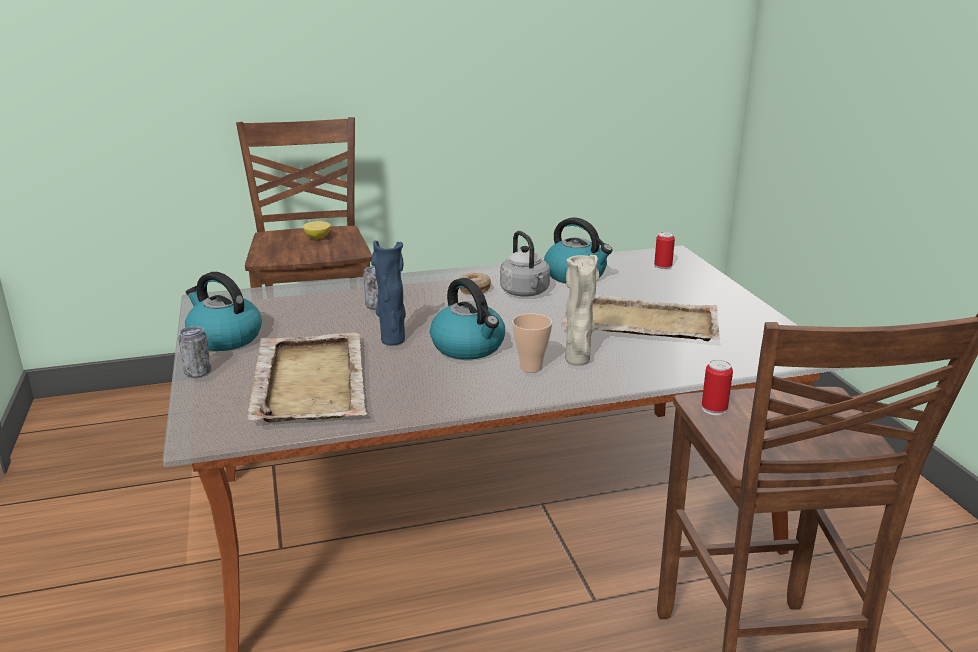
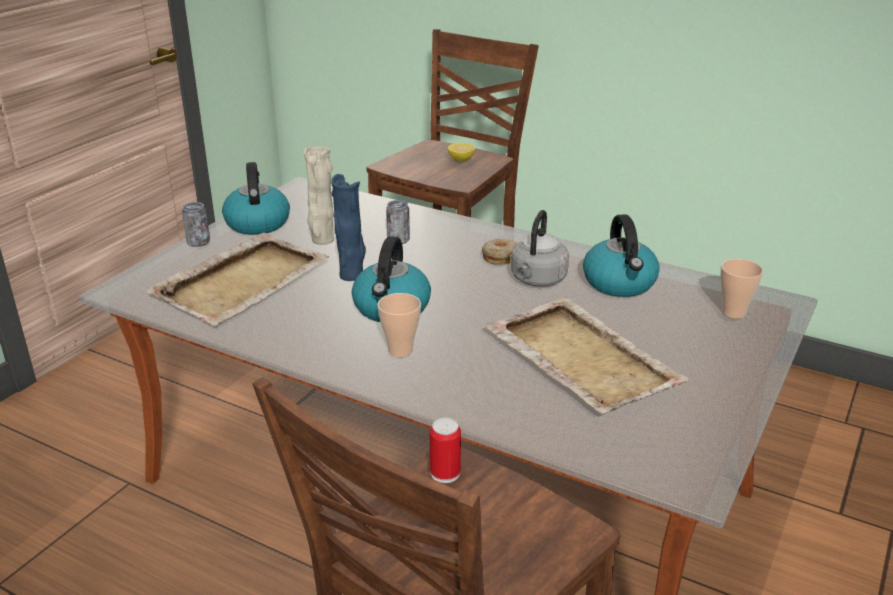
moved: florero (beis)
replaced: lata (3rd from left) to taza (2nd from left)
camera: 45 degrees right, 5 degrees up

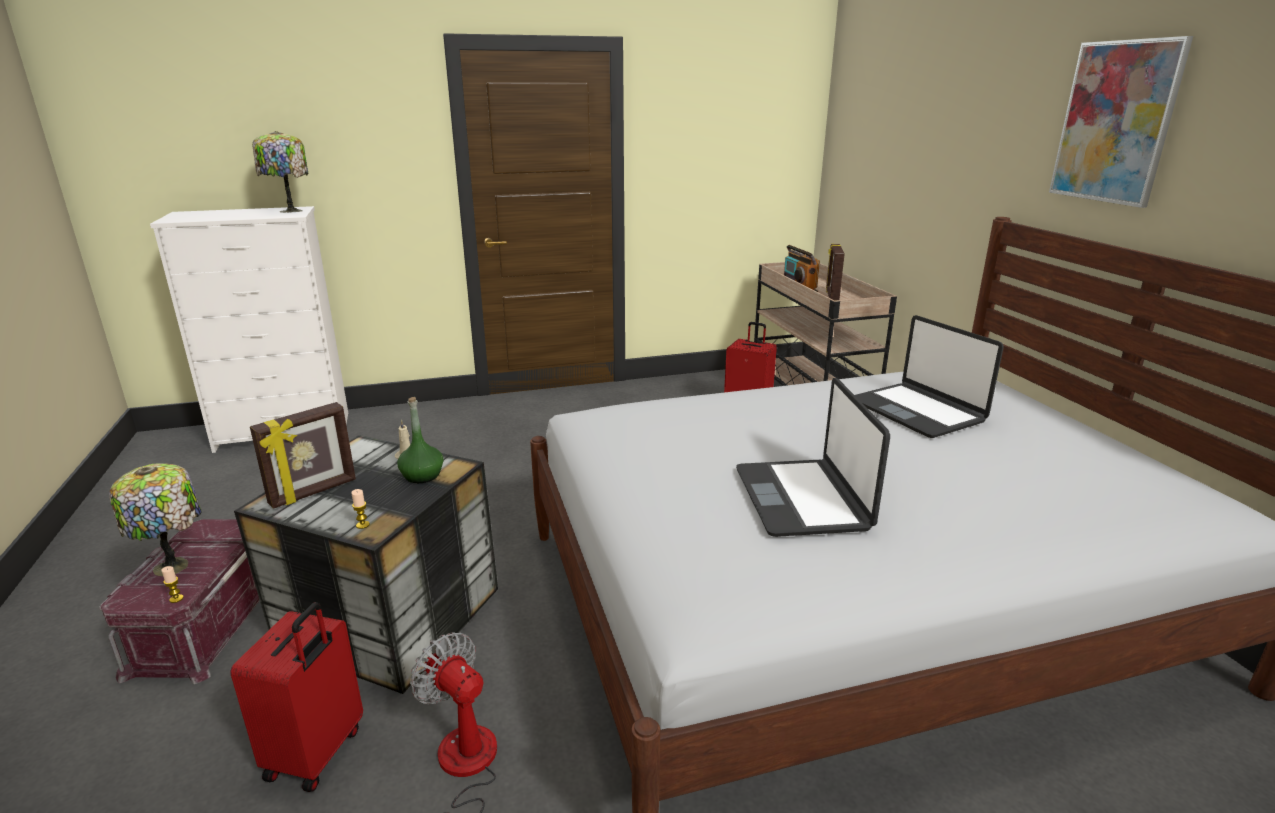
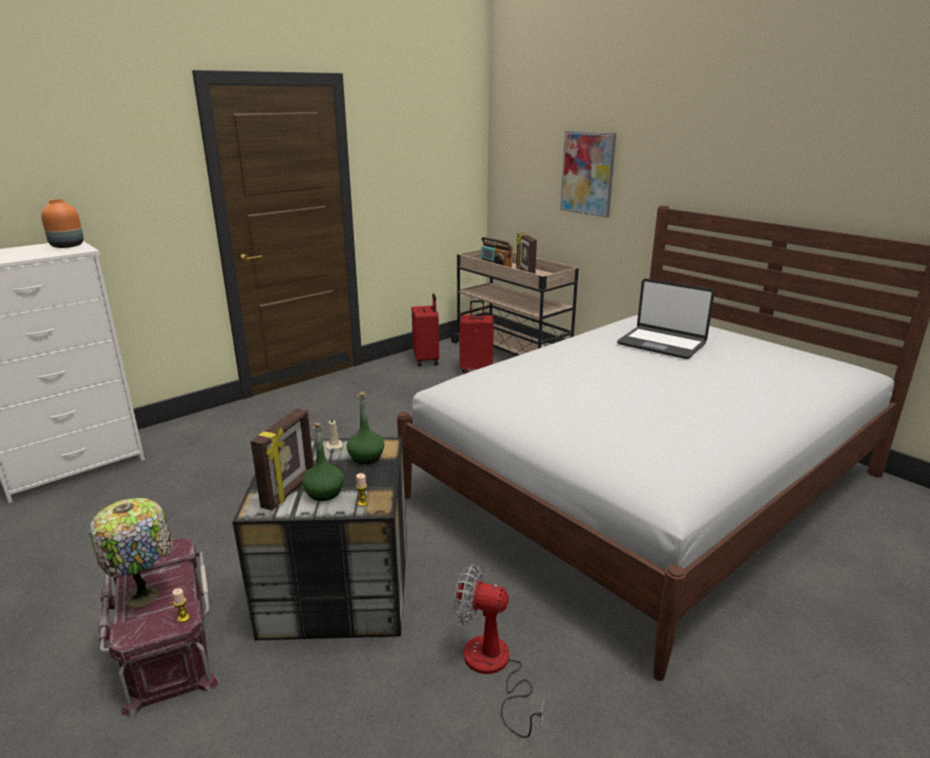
removed: portátil (1st from left)
added: botella (verde) (1st from left)
moved: maleta (rojo) (1st from left); cuadro
replaced: lámpara de mesa (2nd from left) to florero (naranja)
camera: 25 degrees left, 0 degrees up

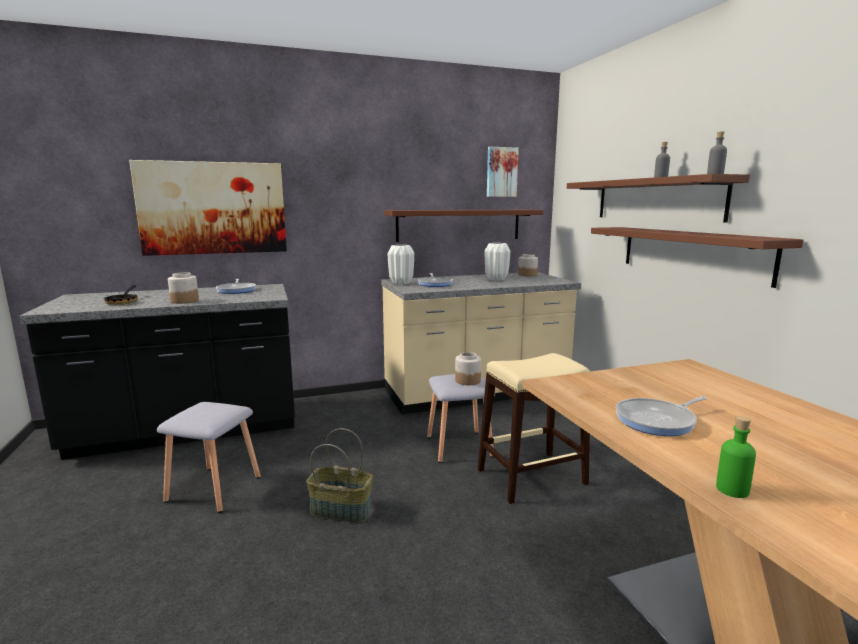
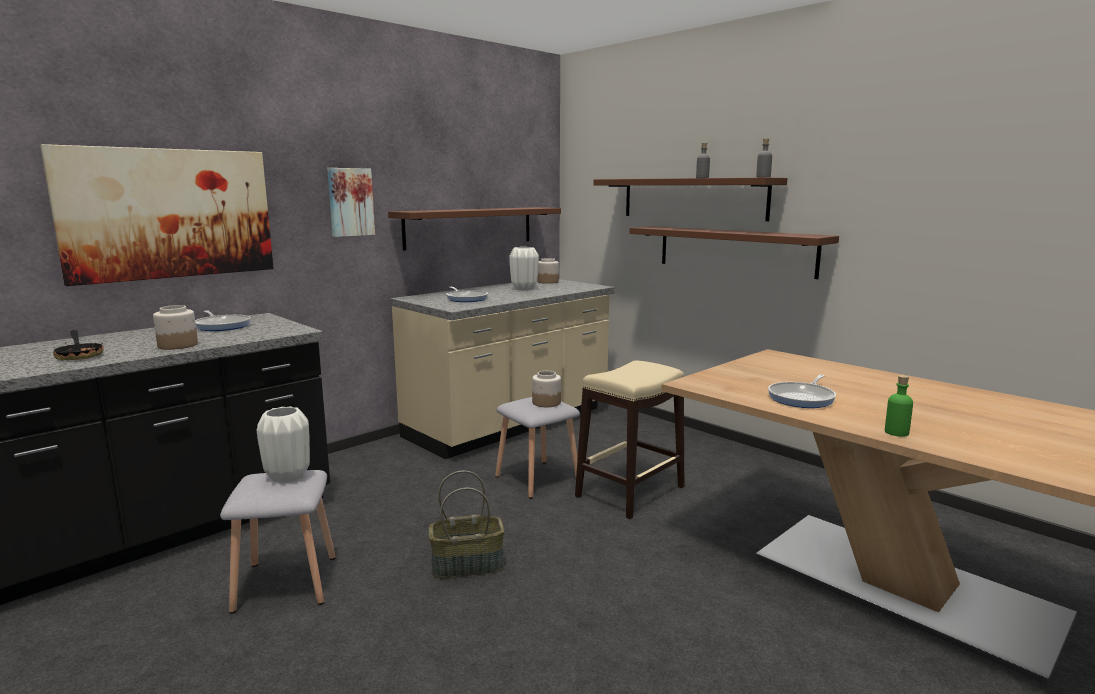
moved: florero (blanco) (1st from left); cuadro (2nd from left)
camera: 25 degrees left, 0 degrees up

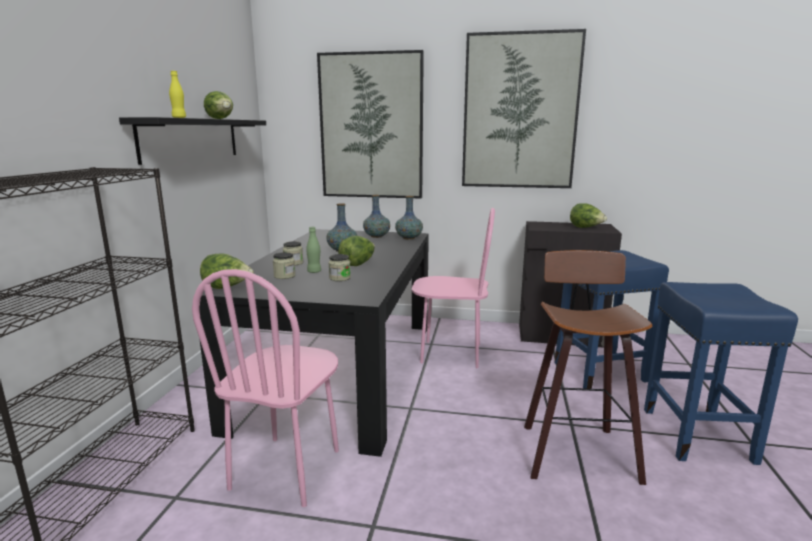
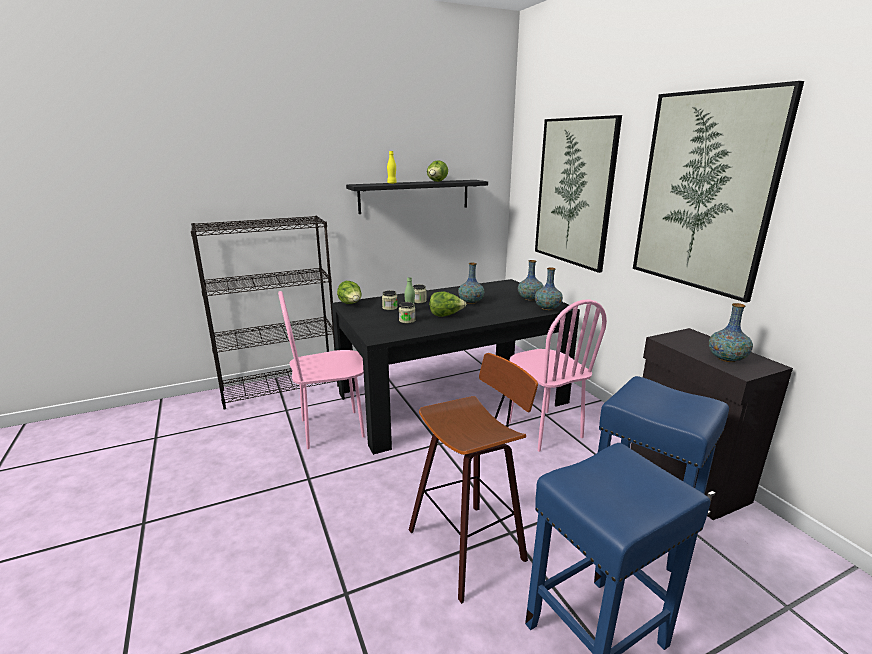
replaced: lechuga (4th from left) to florero (4th from left)
camera: 55 degrees right, 5 degrees up

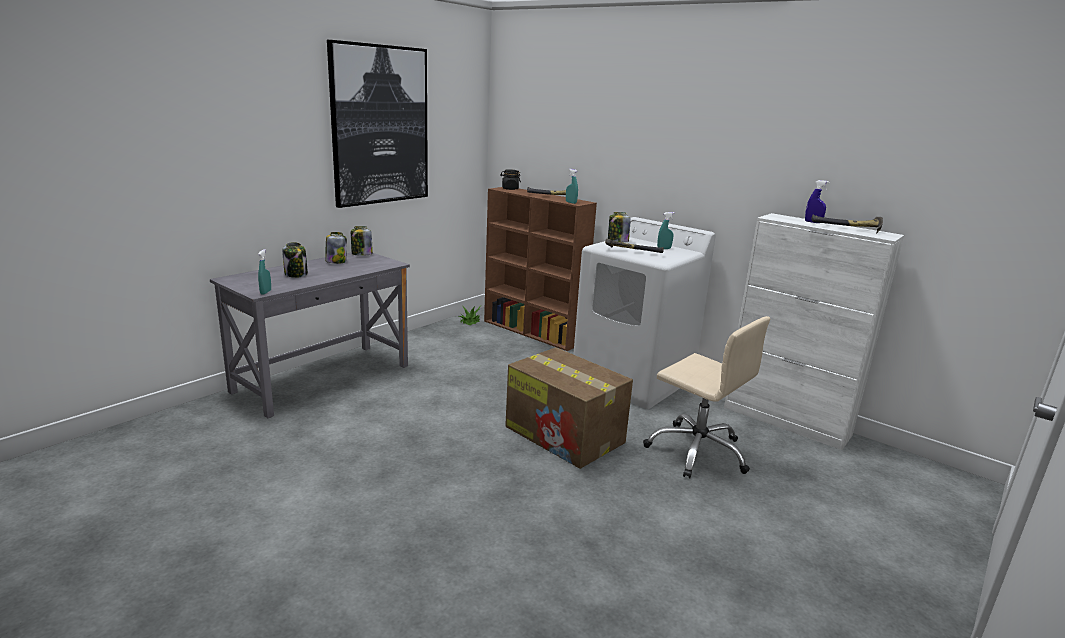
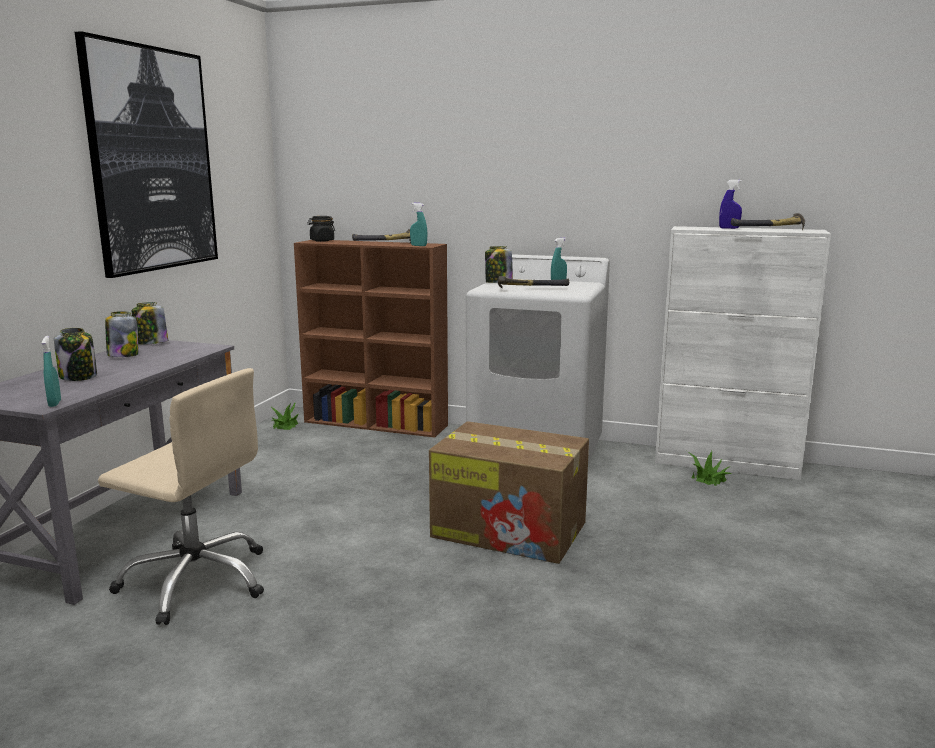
added: planta en maceta (2nd from left)
moved: silla de oficina (beis)
camera: 20 degrees left, 5 degrees down

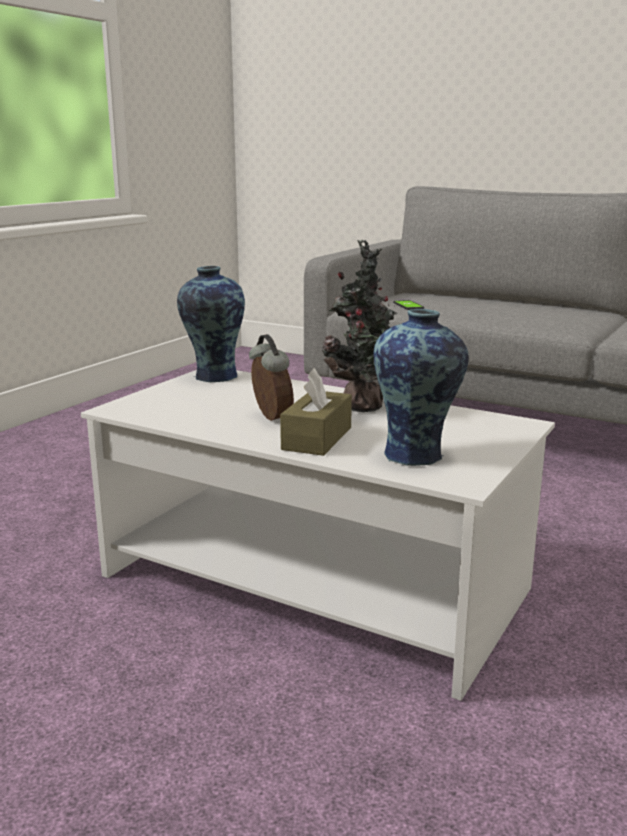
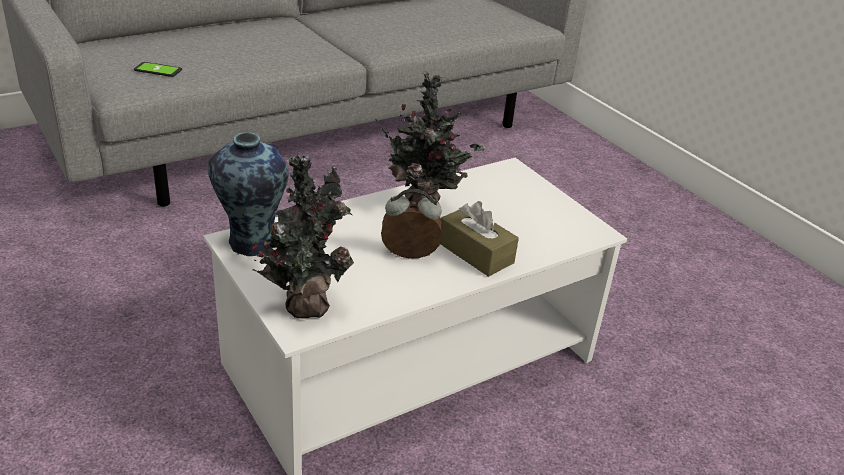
removed: florero (2nd from left)
added: planta en maceta (1st from left)
camera: 65 degrees left, 15 degrees up

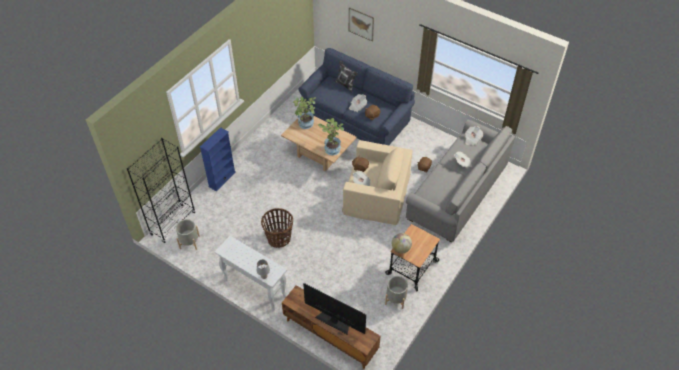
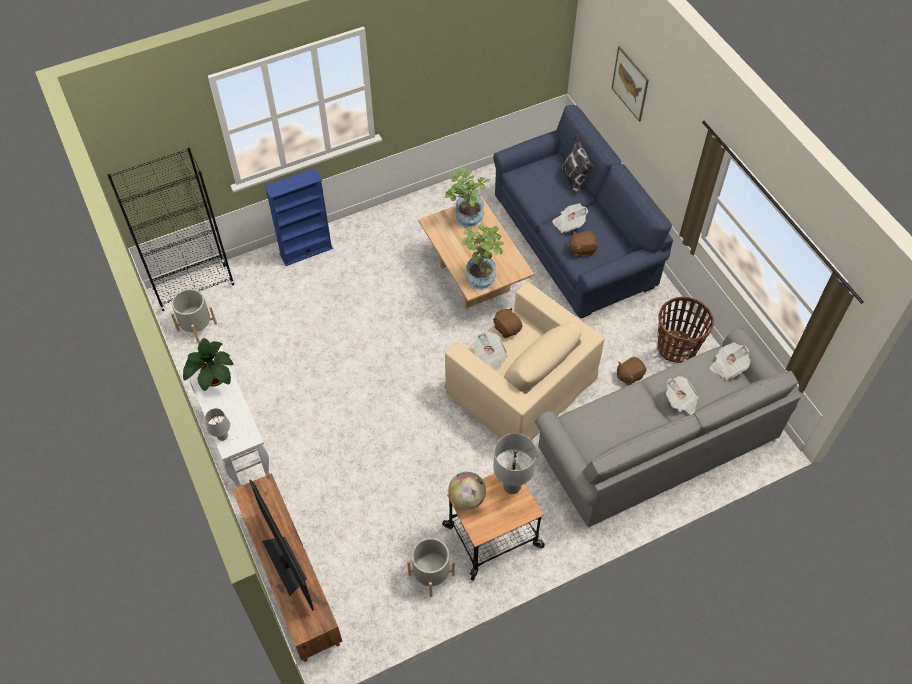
added: planta en maceta (1st from left); lámpara de mesa (gris) (2nd from left)
moved: cesta
camera: 30 degrees right, 5 degrees up

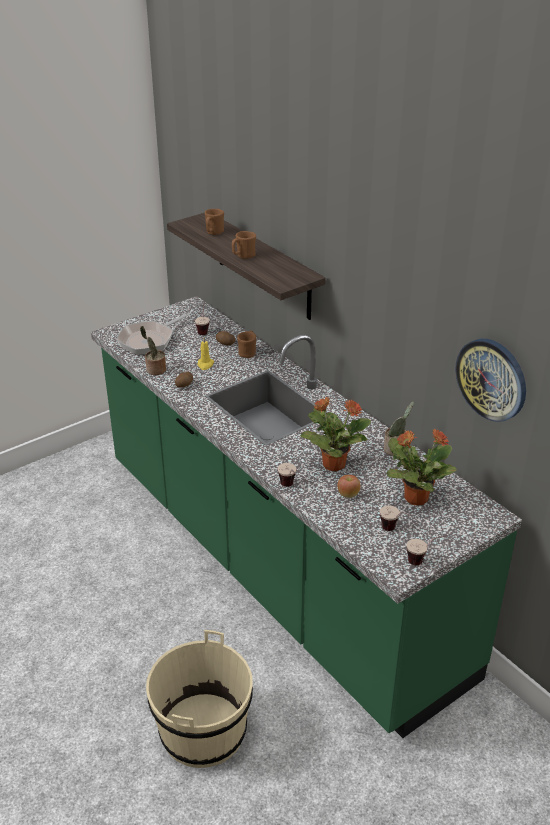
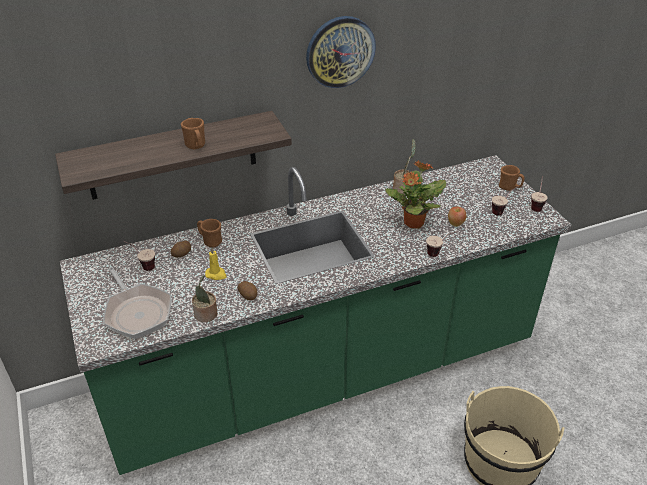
removed: planta en maceta (4th from left)
moved: taza grande (marrón) (1st from left in the first image) to taza grande (marrón) (3rd from left); reloj de pared
camera: 75 degrees left, 5 degrees up

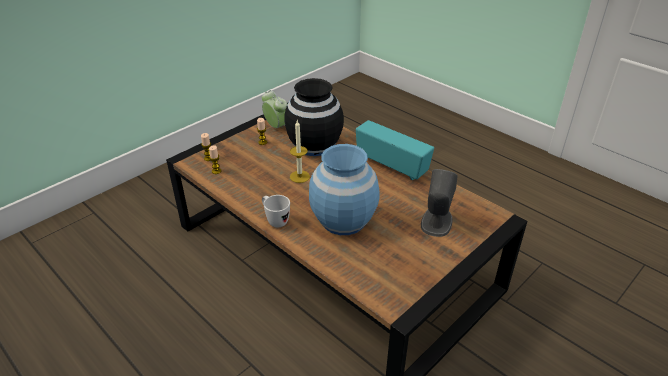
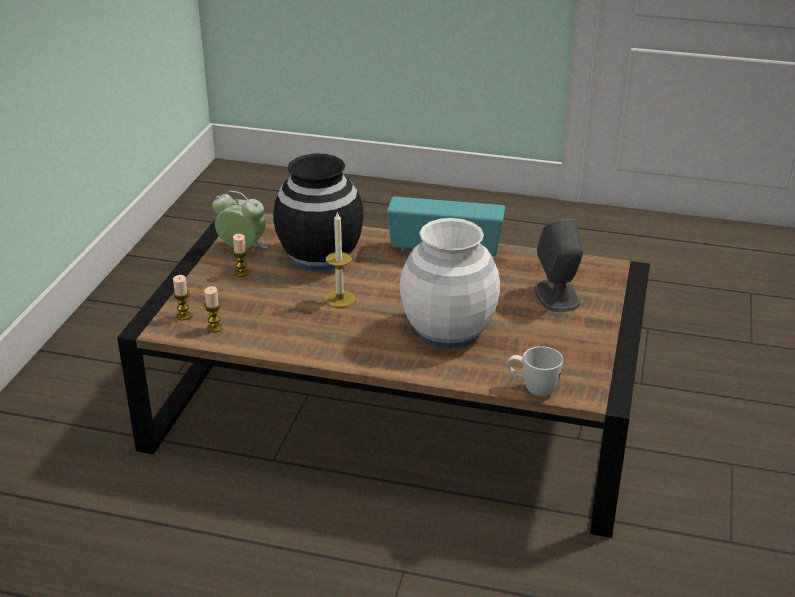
moved: taza grande (blanco)
recoloured: florero (azul) to florero (blanco)
camera: 30 degrees left, 5 degrees down

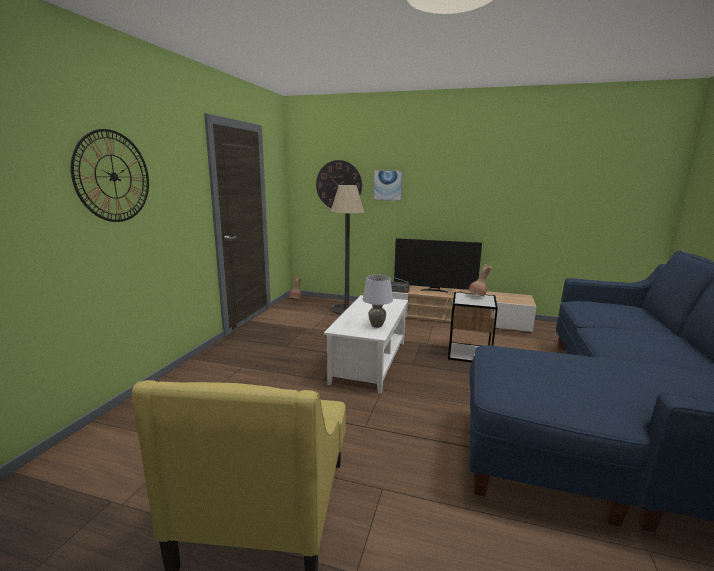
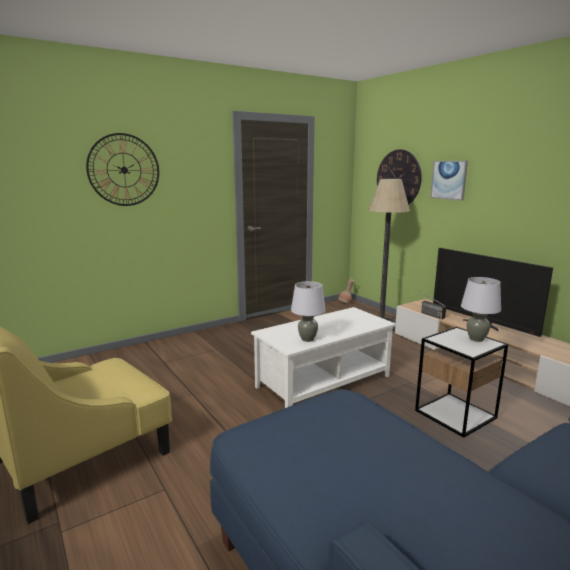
replaced: florero (marrón) (2nd from left) to lámpara de mesa (gris) (2nd from left)
camera: 40 degrees right, 0 degrees up

